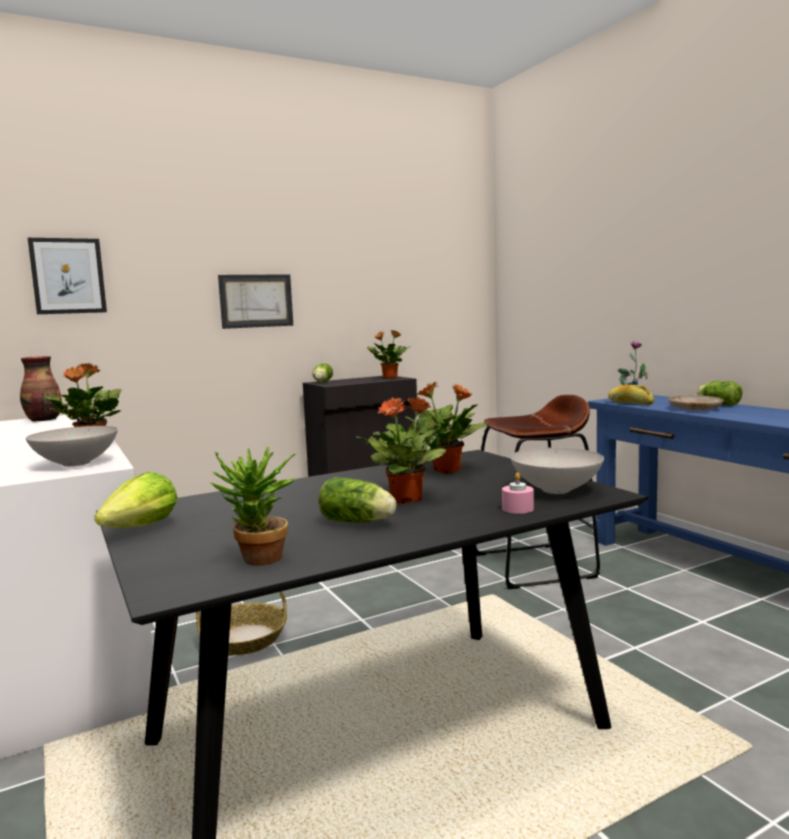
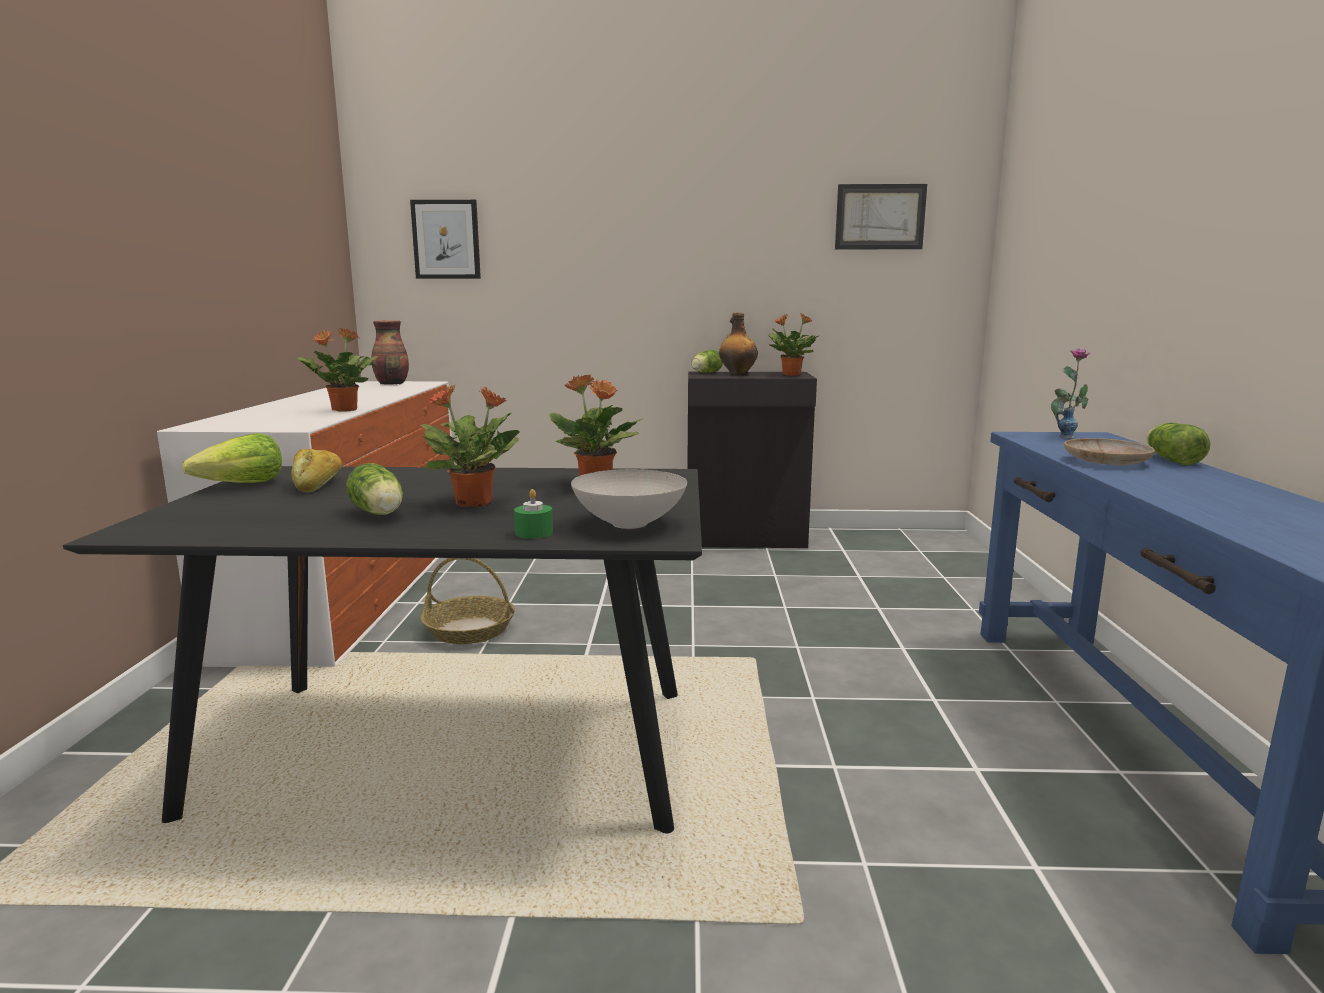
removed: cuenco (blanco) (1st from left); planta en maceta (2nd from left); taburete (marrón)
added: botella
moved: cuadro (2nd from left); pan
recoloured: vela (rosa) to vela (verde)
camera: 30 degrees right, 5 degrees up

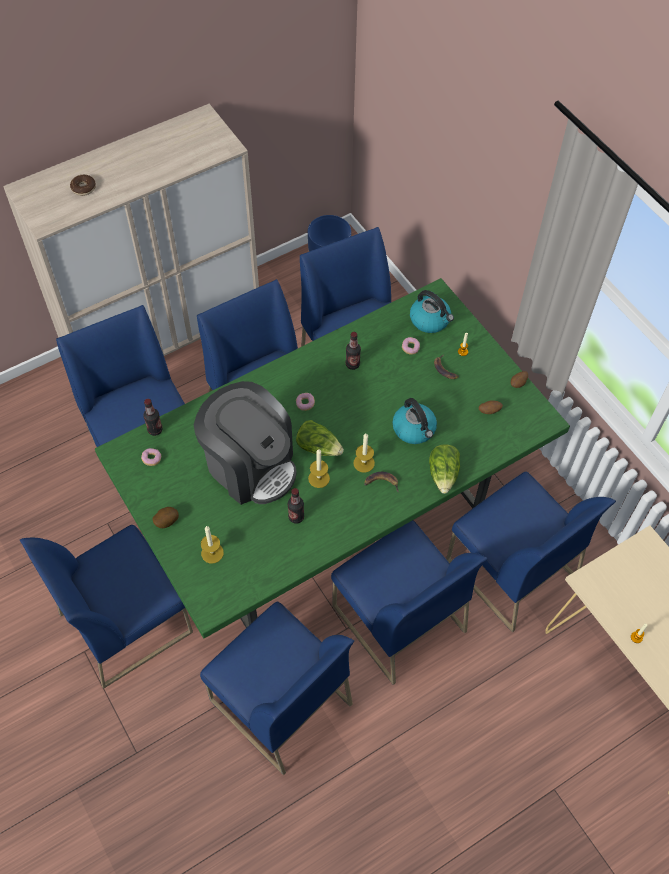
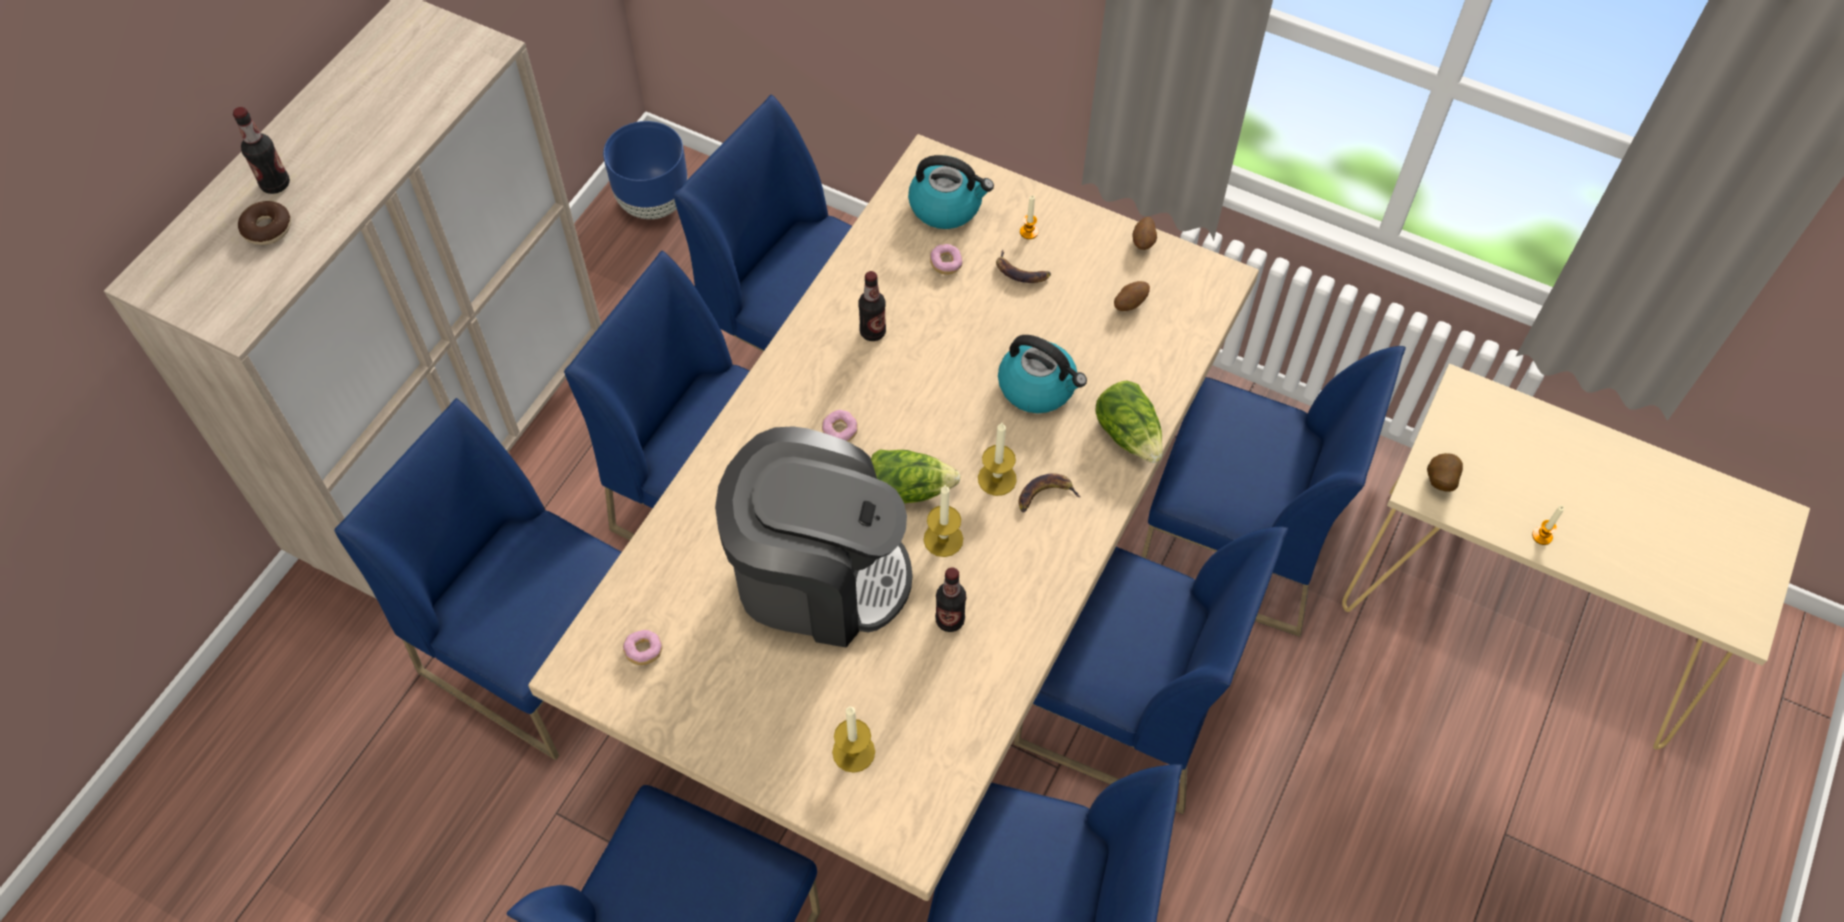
moved: botella (1st from left); patata (1st from left in the first image) to patata (3rd from left)
recoloured: mesa de comedor (verde) to mesa de comedor (beis)
camera: 30 degrees left, 0 degrees up

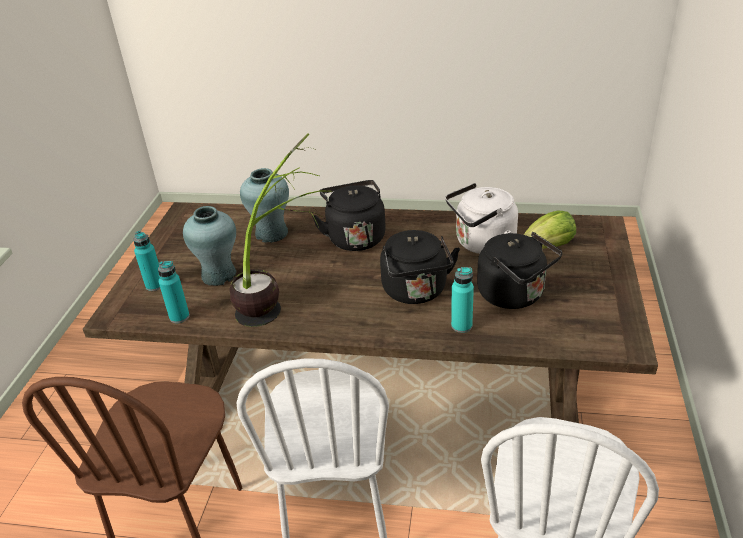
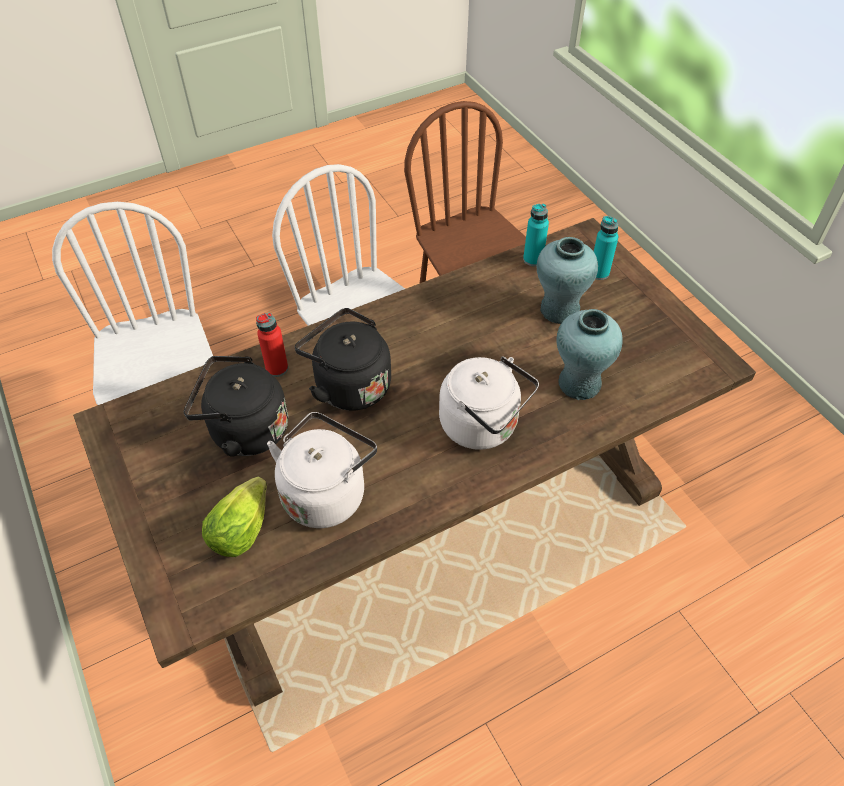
removed: planta en maceta
recoloured: hervidor (negro) (1st from left) to hervidor (blanco) (2nd from left); botella (turquesa) (3rd from left) to botella (rojo)
camera: 140 degrees right, 15 degrees up

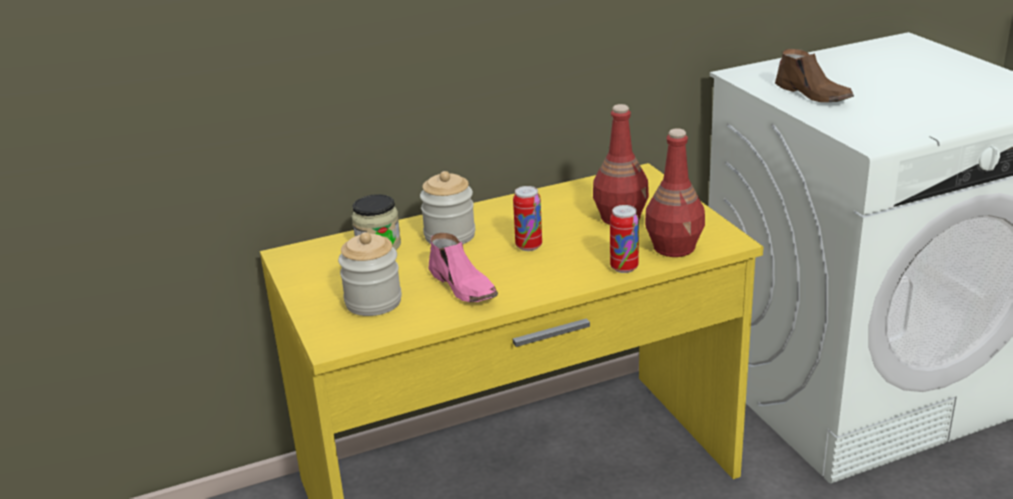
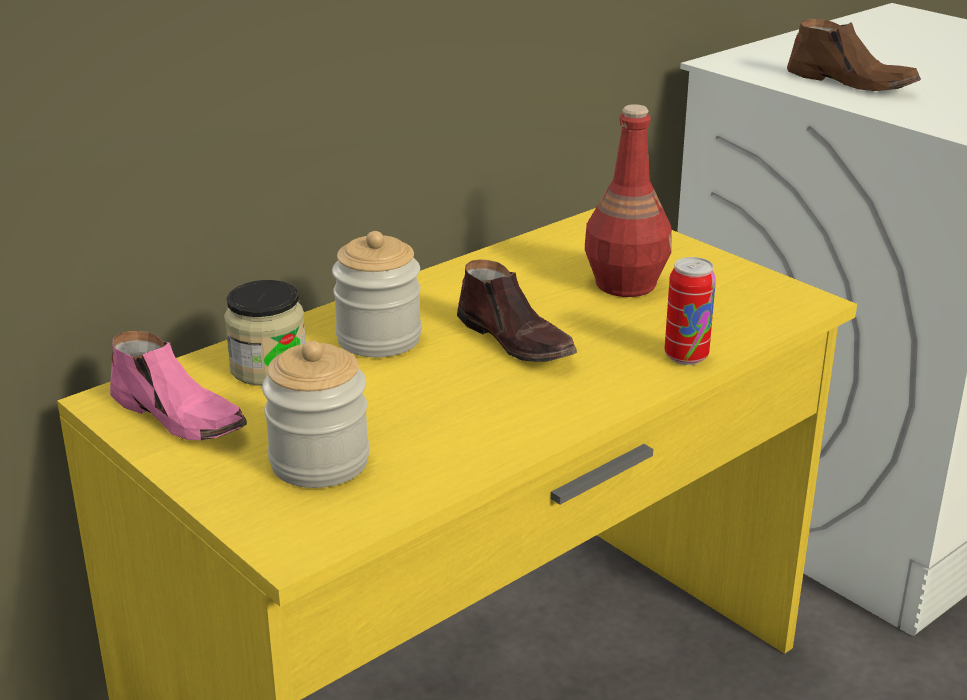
removed: botella (rojo) (2nd from left)
moved: zapato (rosa)
replaced: lata (1st from left) to zapato (marrón) (1st from left)
camera: 20 degrees left, 0 degrees up

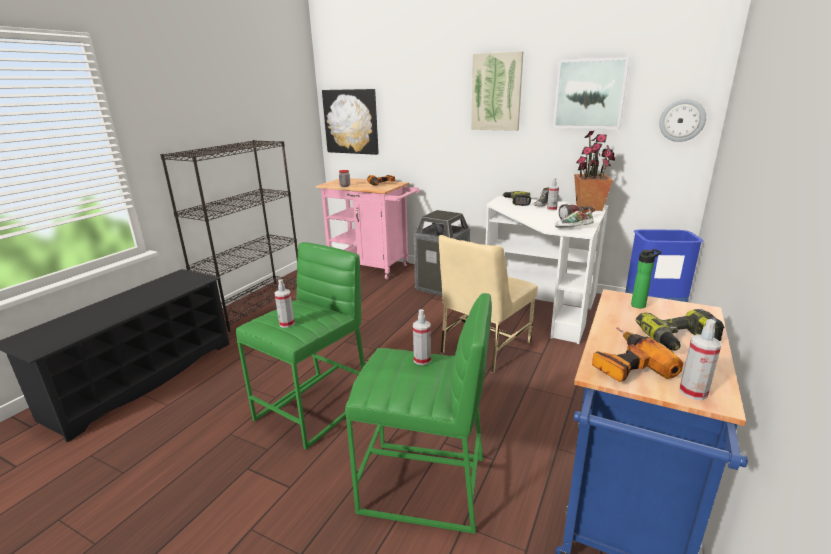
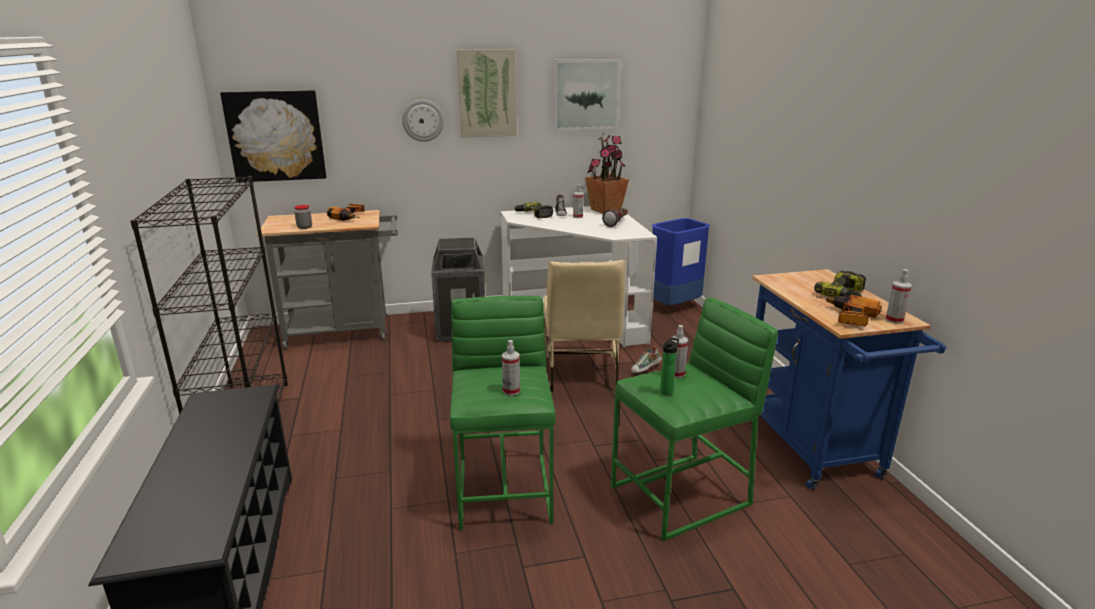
moved: zapato (2nd from left); botella; reloj de pared
recoloured: carrito (rosa) to carrito (gris)
camera: 40 degrees left, 0 degrees up

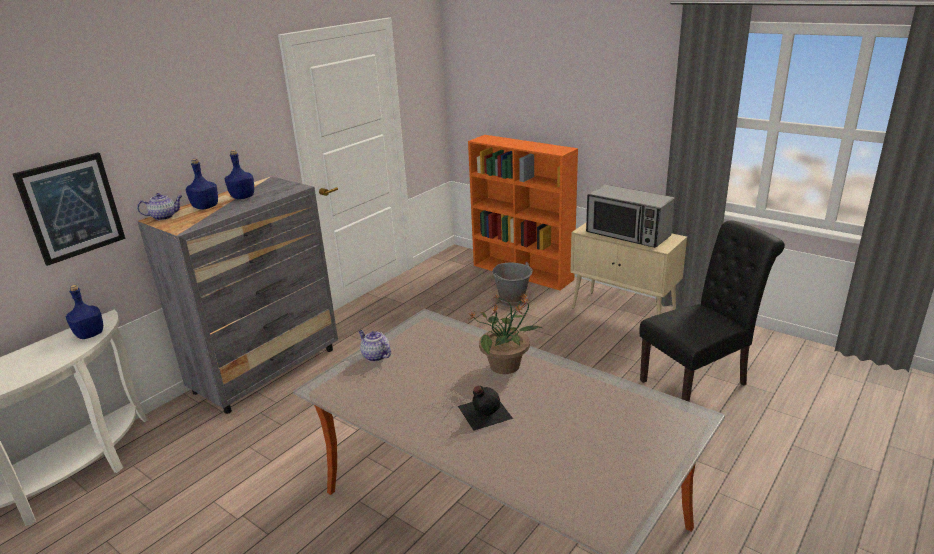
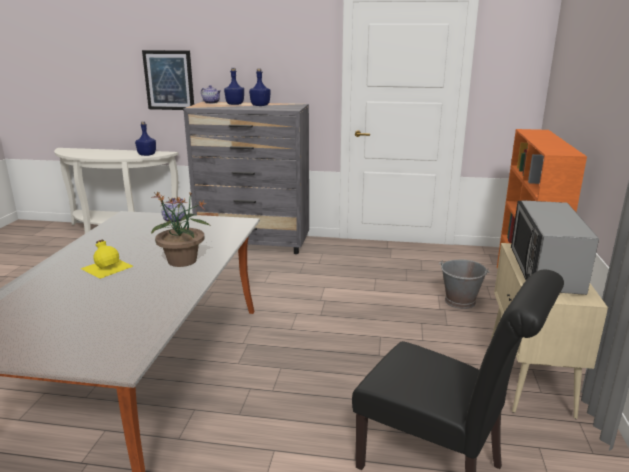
recoloured: botella (negro) to botella (amarillo)
camera: 60 degrees right, 5 degrees down

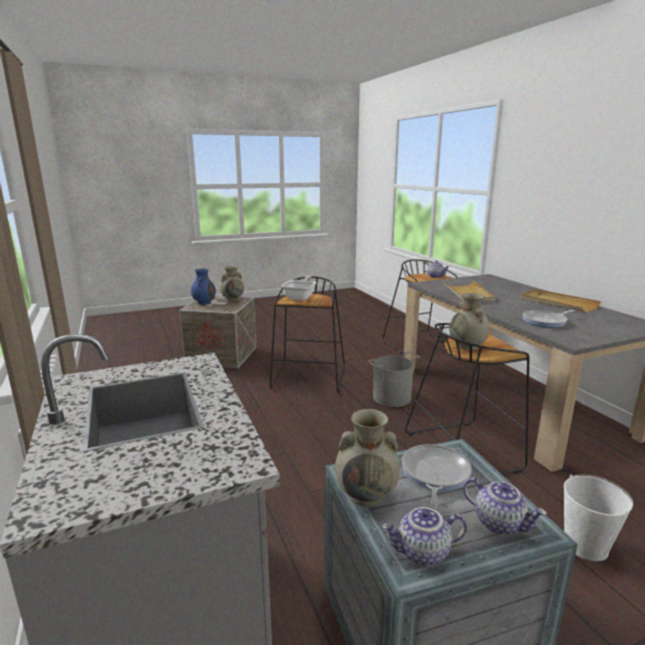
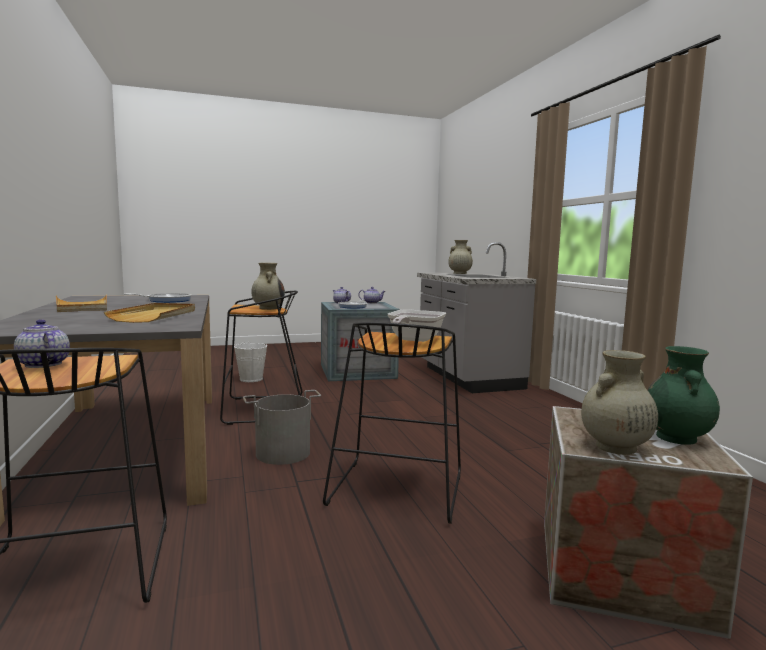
moved: florero (beis) (2nd from left)
recoloured: florero (azul) to florero (verde)
camera: 175 degrees left, 10 degrees down

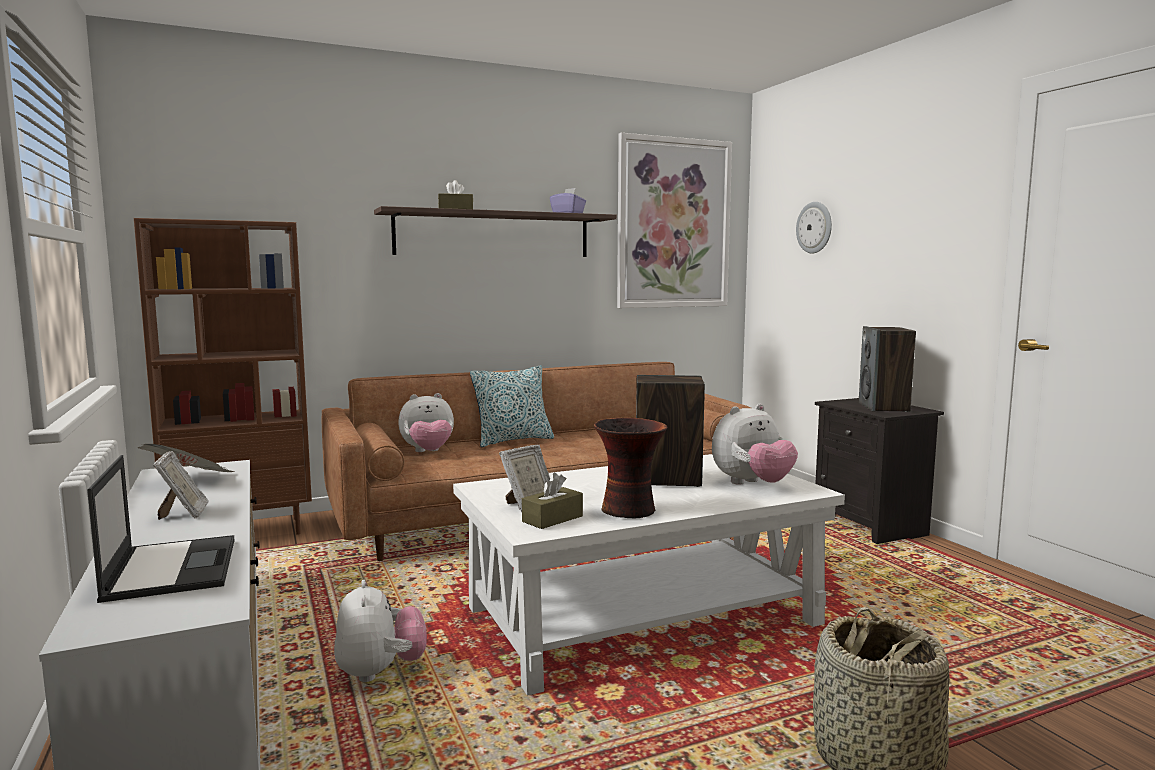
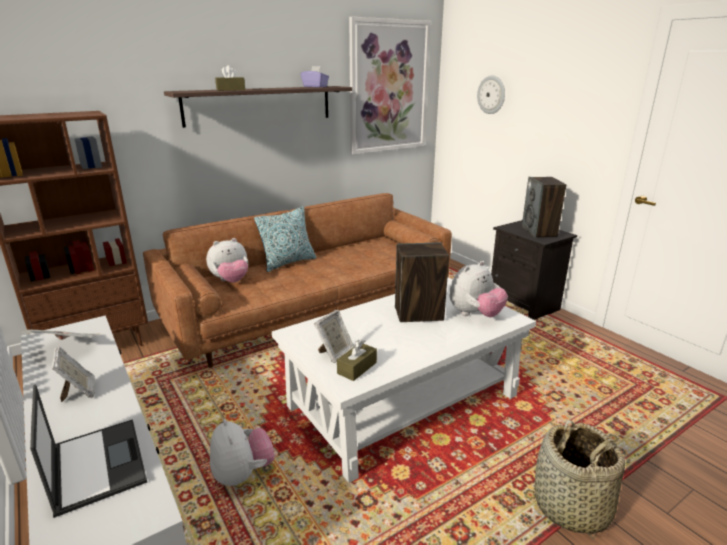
removed: florero
camera: 10 degrees left, 15 degrees up

